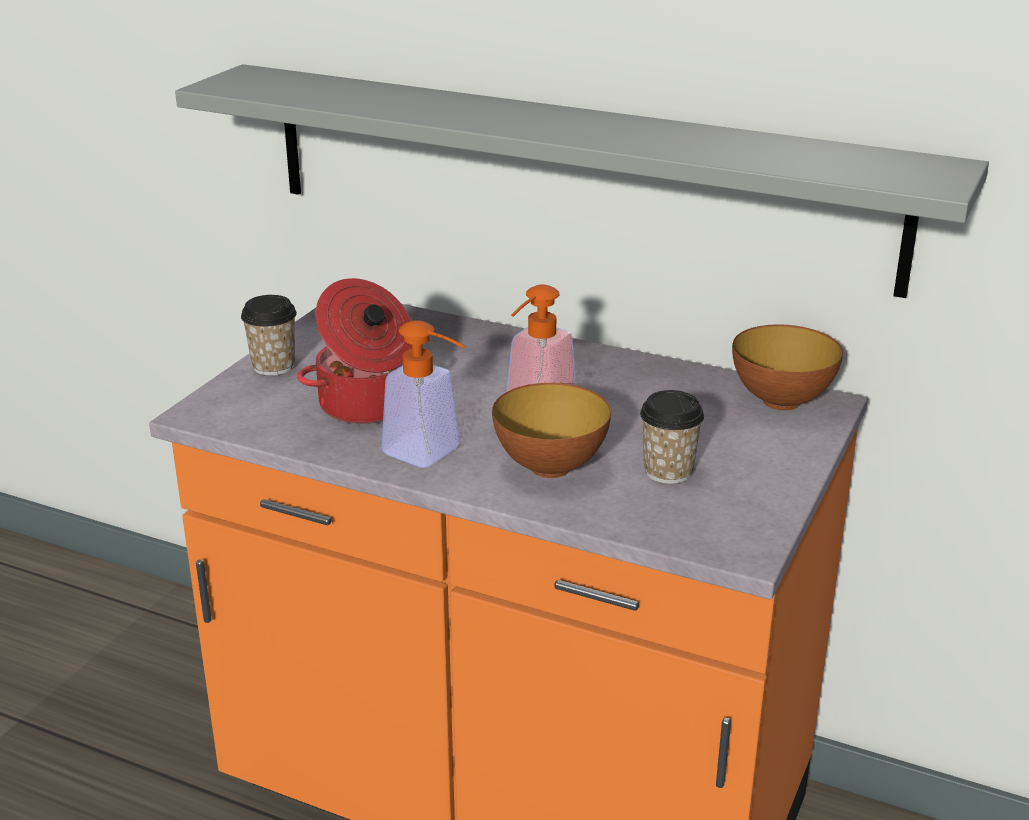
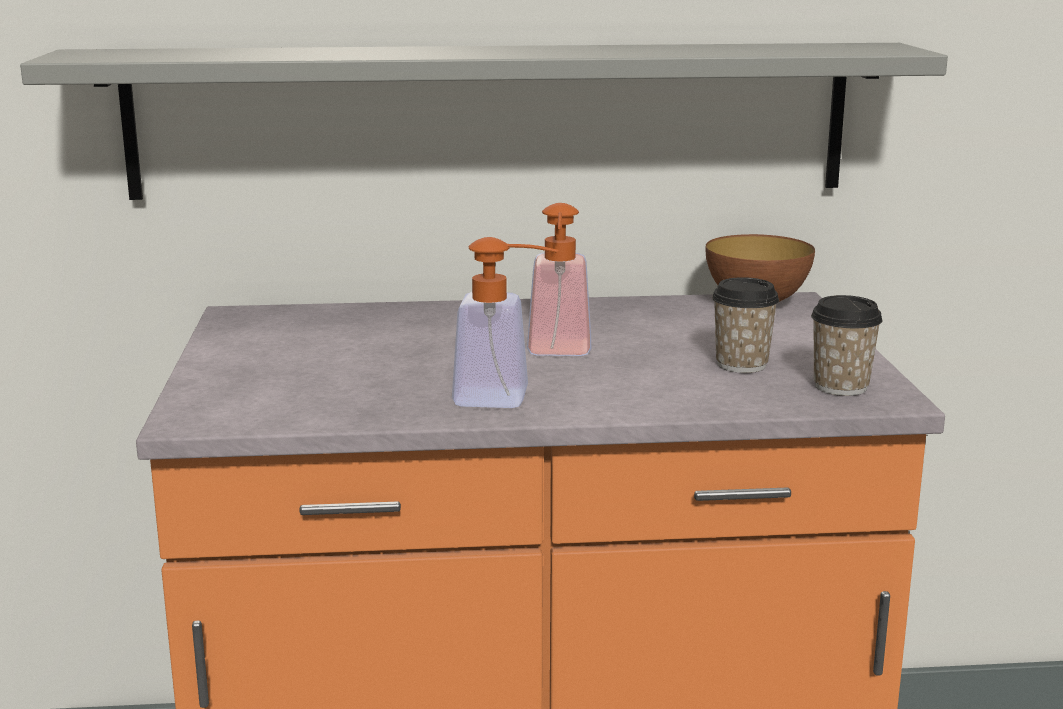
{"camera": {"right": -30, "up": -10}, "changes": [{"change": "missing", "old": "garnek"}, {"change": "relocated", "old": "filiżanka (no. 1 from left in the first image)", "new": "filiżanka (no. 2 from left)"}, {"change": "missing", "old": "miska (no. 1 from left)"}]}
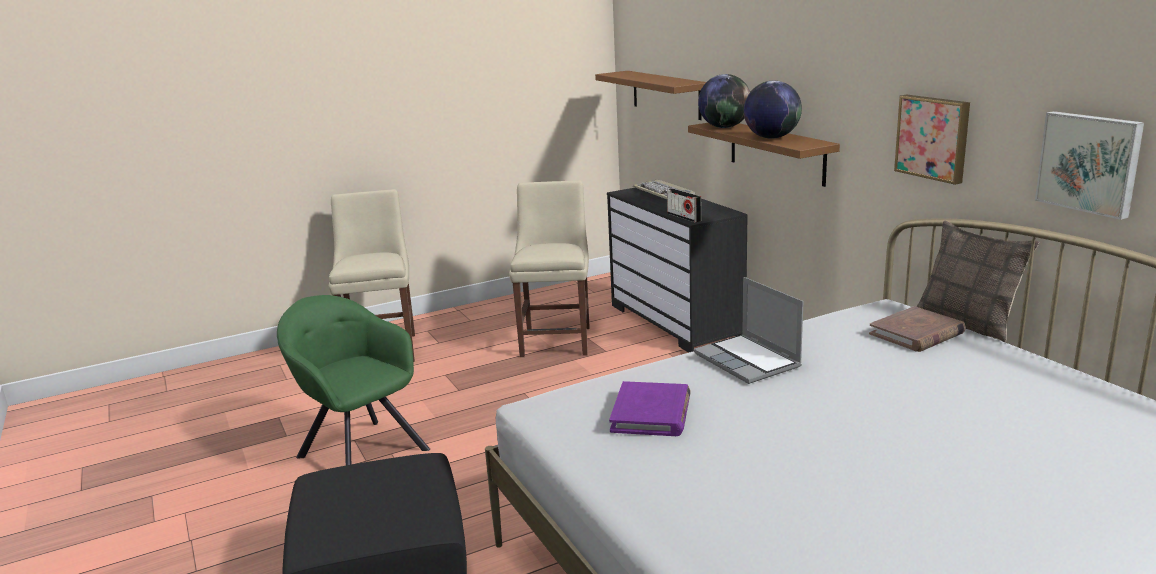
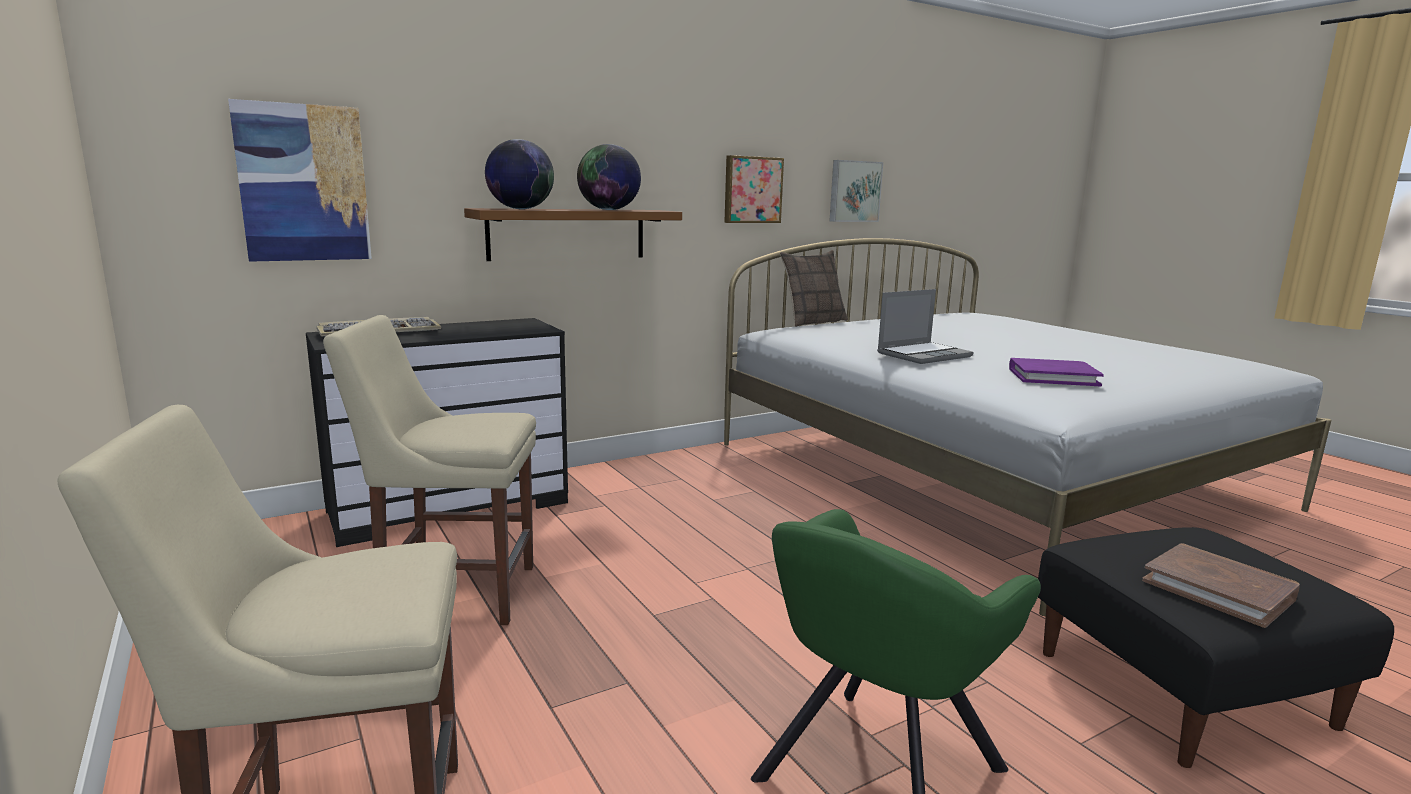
{"camera": {"right": -95, "up": -5}, "changes": [{"change": "exchanged", "old": "półka [brązowy] (no. 1 from left)", "new": "obraz (no. 1 from left)"}, {"change": "missing", "old": "radio"}, {"change": "relocated", "old": "książka [brązowy]"}]}
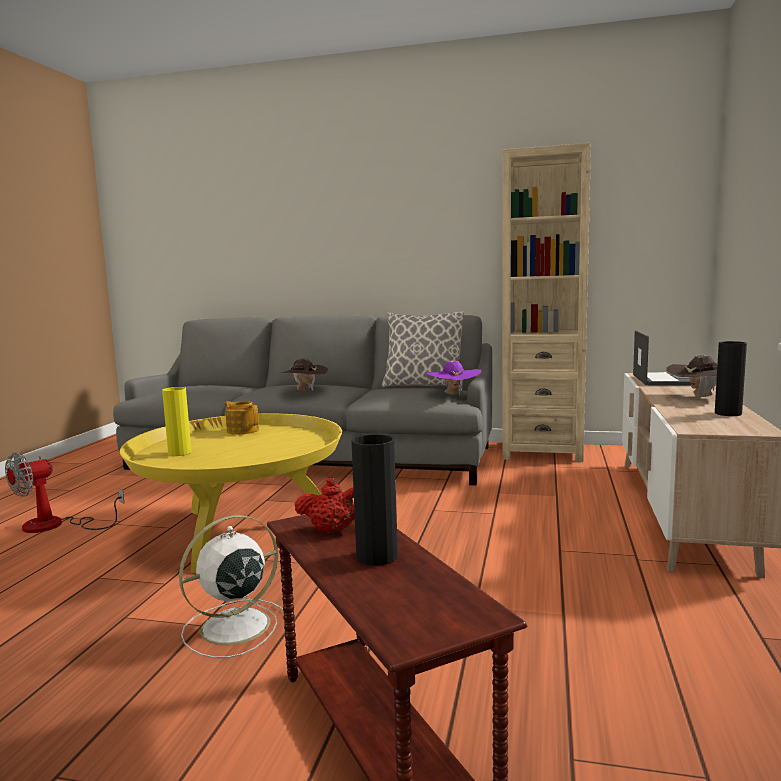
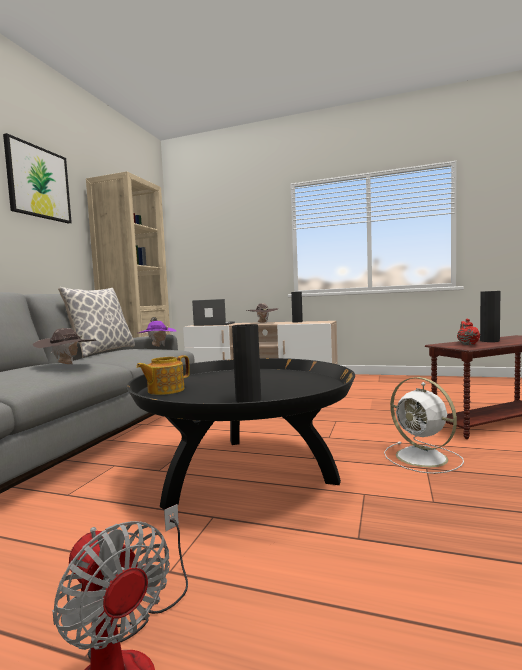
{"camera": {"right": -85, "up": -5}, "changes": [{"change": "colour", "old": "wazon [żółty]", "new": "wazon [czarny] (no. 1 from left)"}, {"change": "colour", "old": "ława [żółty]", "new": "ława [czarny]"}, {"change": "appeared", "new": "obraz"}]}
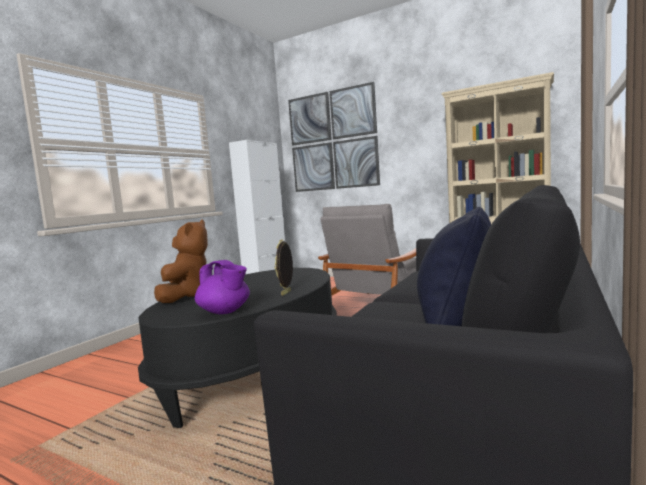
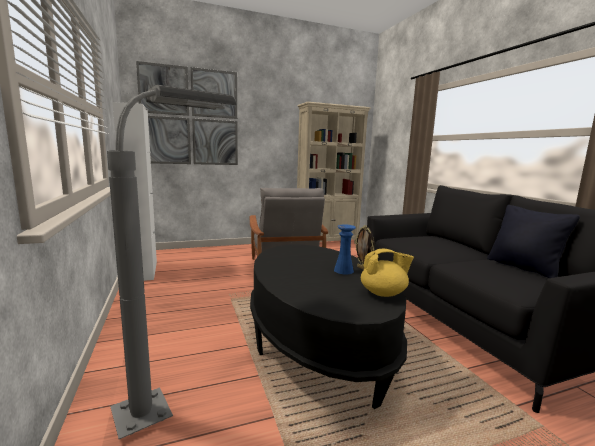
{"camera": {"right": -50, "up": 5}, "changes": [{"change": "missing", "old": "pluszak [brązowy]"}, {"change": "colour", "old": "imbryk [fioletowy]", "new": "imbryk [żółty]"}, {"change": "appeared", "new": "lampa stojąca [szary]"}, {"change": "appeared", "new": "wazon [niebieski]"}]}
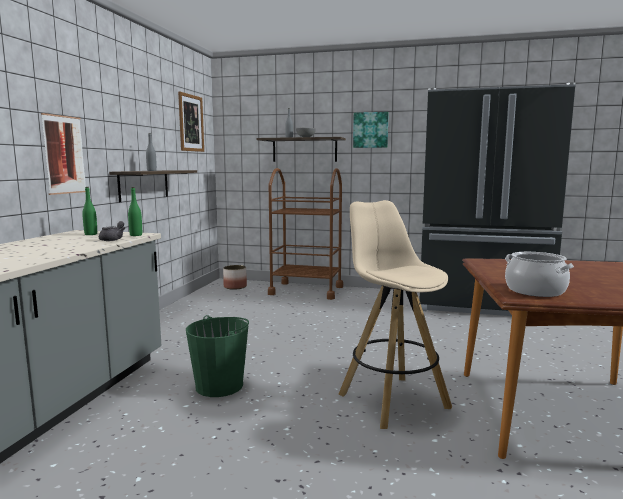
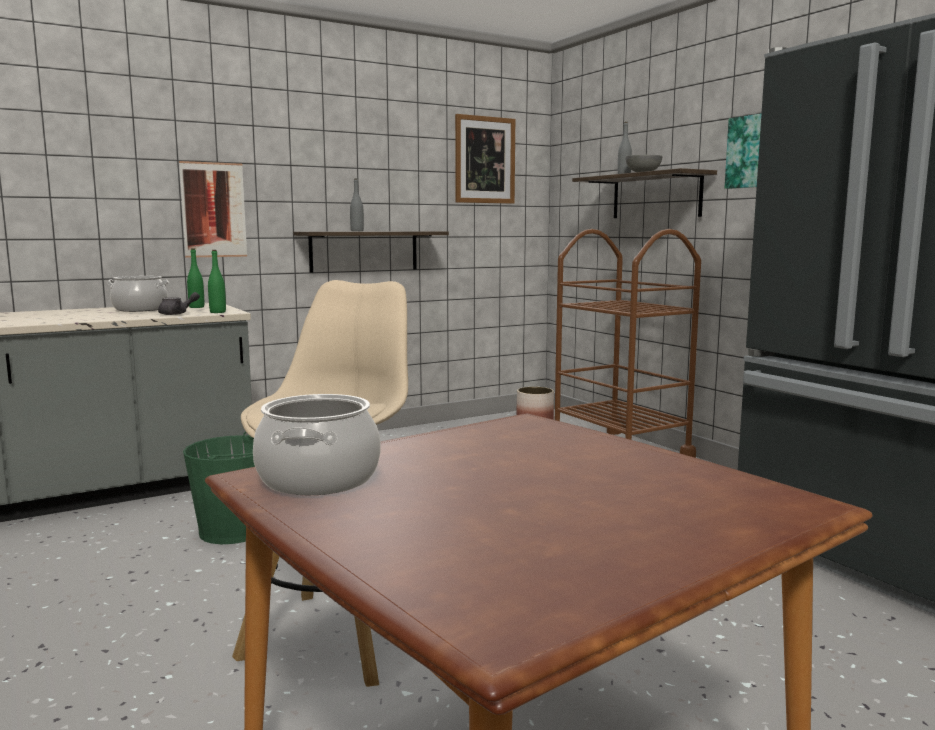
{"camera": {"right": 45, "up": 0}, "changes": [{"change": "appeared", "new": "garnek (no. 1 from left)"}]}
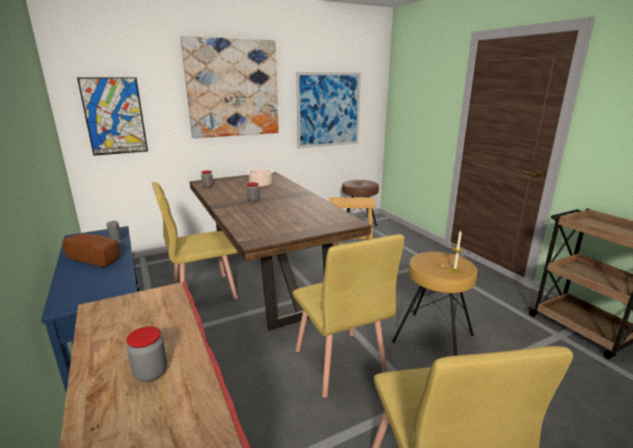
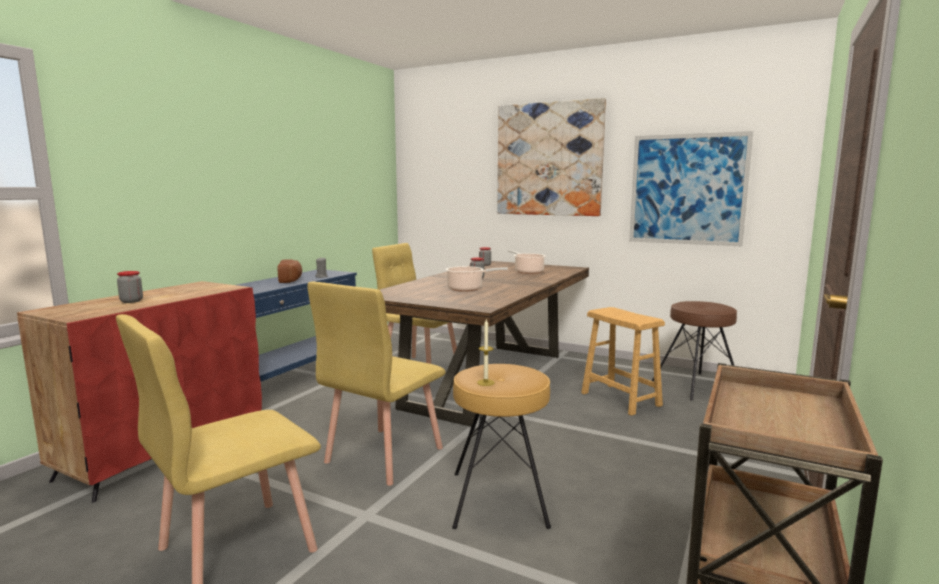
{"camera": {"right": 55, "up": -10}, "changes": [{"change": "missing", "old": "obraz (no. 1 from left)"}, {"change": "appeared", "new": "garnek (no. 1 from left)"}]}
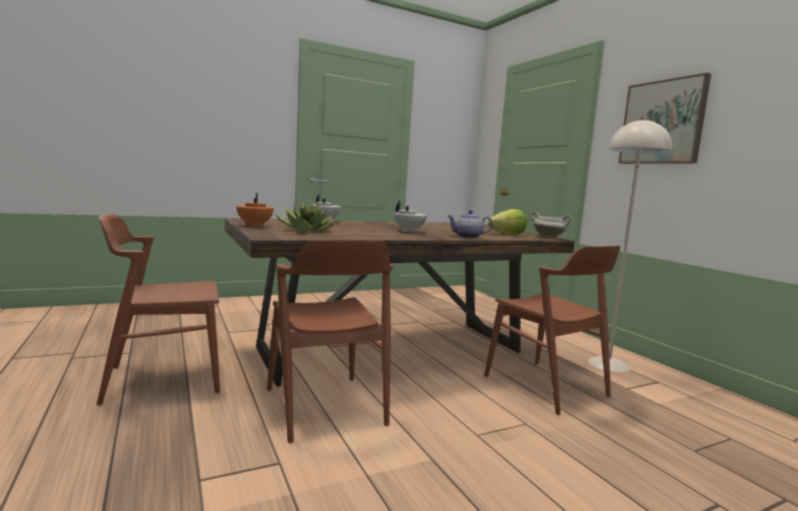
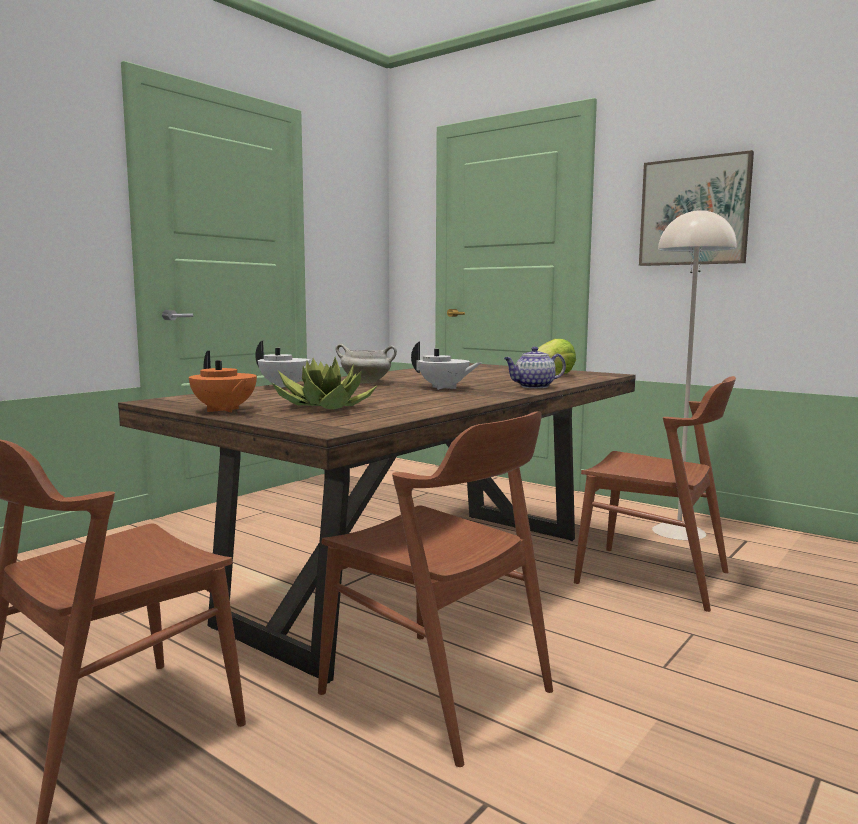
{"camera": {"right": -25, "up": 0}, "changes": [{"change": "relocated", "old": "garnek [biały]"}]}
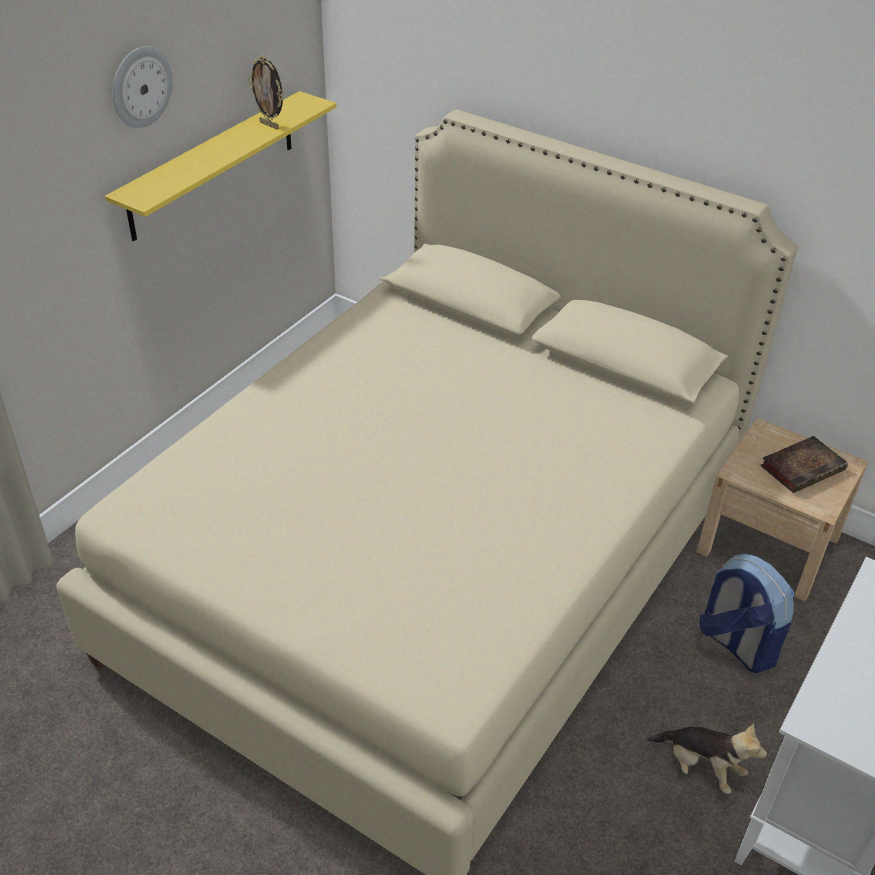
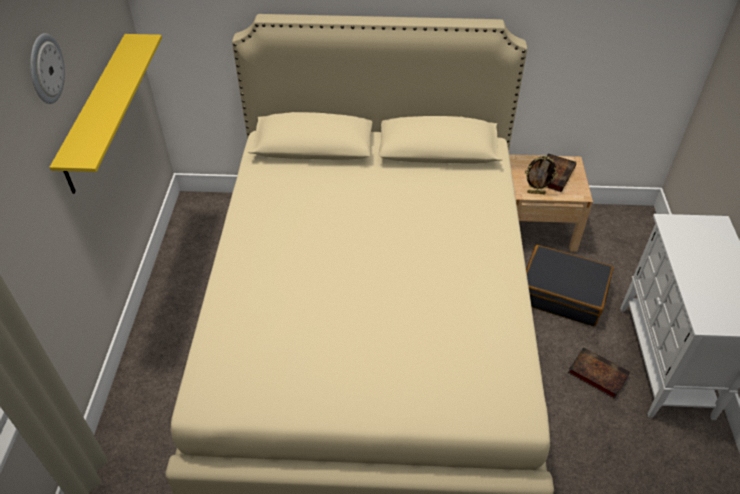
{"camera": {"right": -30, "up": 5}, "changes": [{"change": "relocated", "old": "ramka na zdjęcie"}, {"change": "exchanged", "old": "plecak", "new": "walizka [czarny]"}, {"change": "exchanged", "old": "pluszak", "new": "książka (no. 2 from left)"}]}
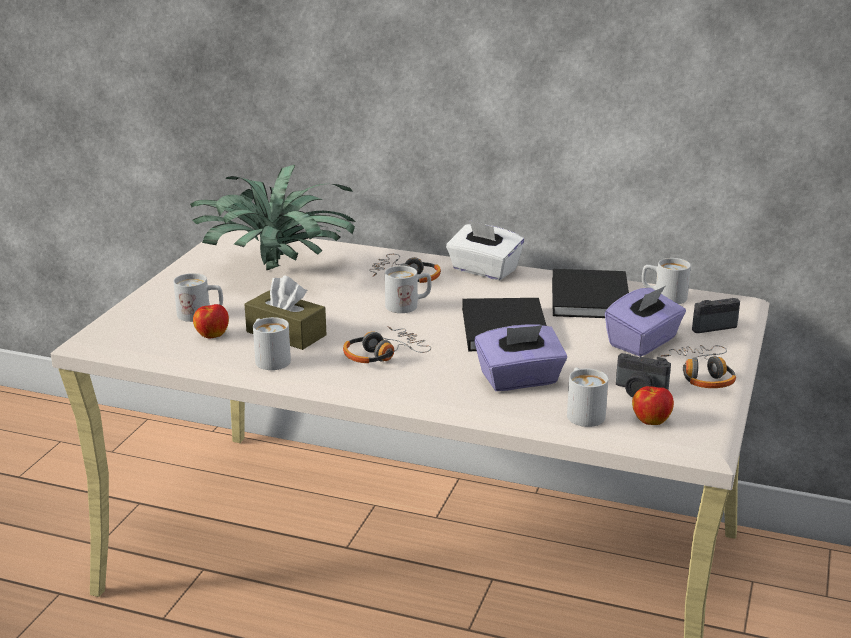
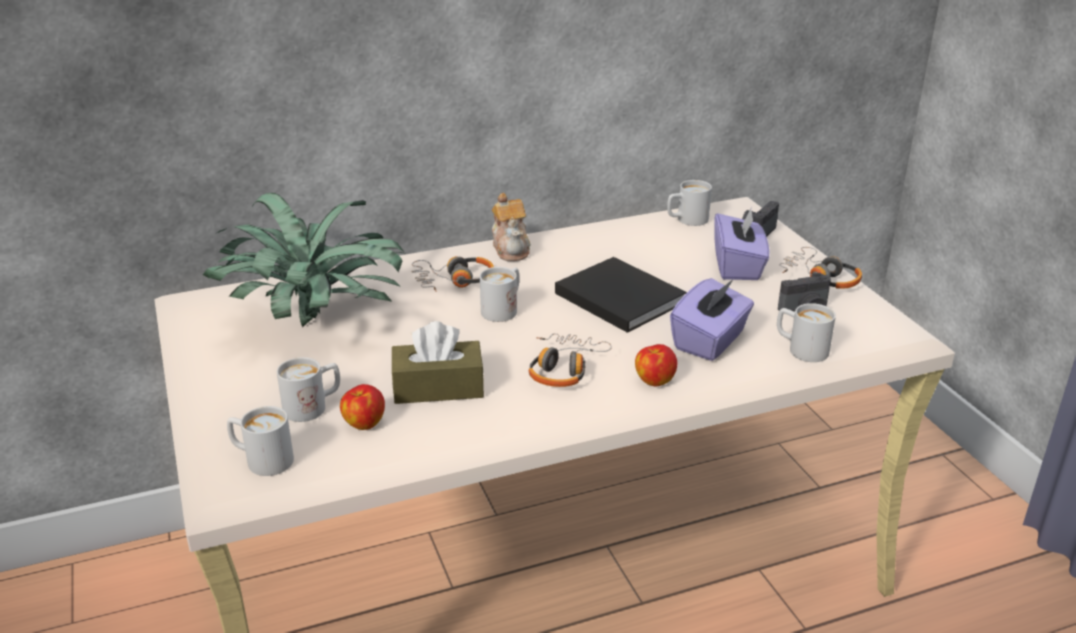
{"camera": {"right": -40, "up": 5}, "changes": [{"change": "exchanged", "old": "pudełko chusteczek [biały]", "new": "imbryk"}, {"change": "missing", "old": "książka [czarny] (no. 2 from left)"}, {"change": "relocated", "old": "kubek [biały] (no. 2 from left in the first image)", "new": "kubek [biały] (no. 1 from left)"}, {"change": "relocated", "old": "jabłko (no. 2 from left)"}]}
